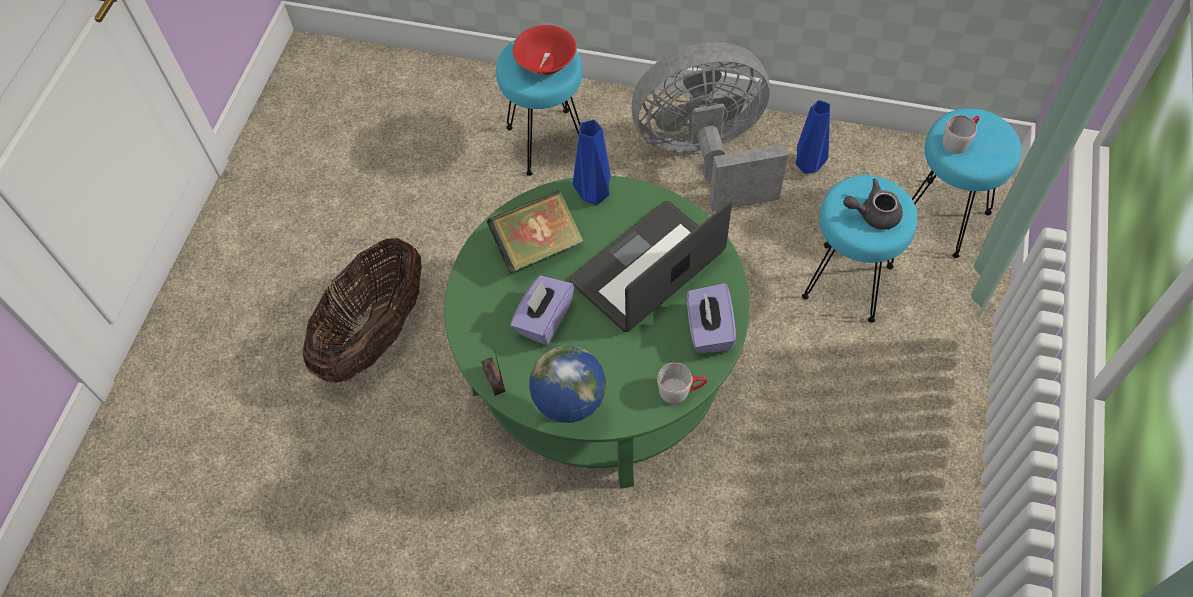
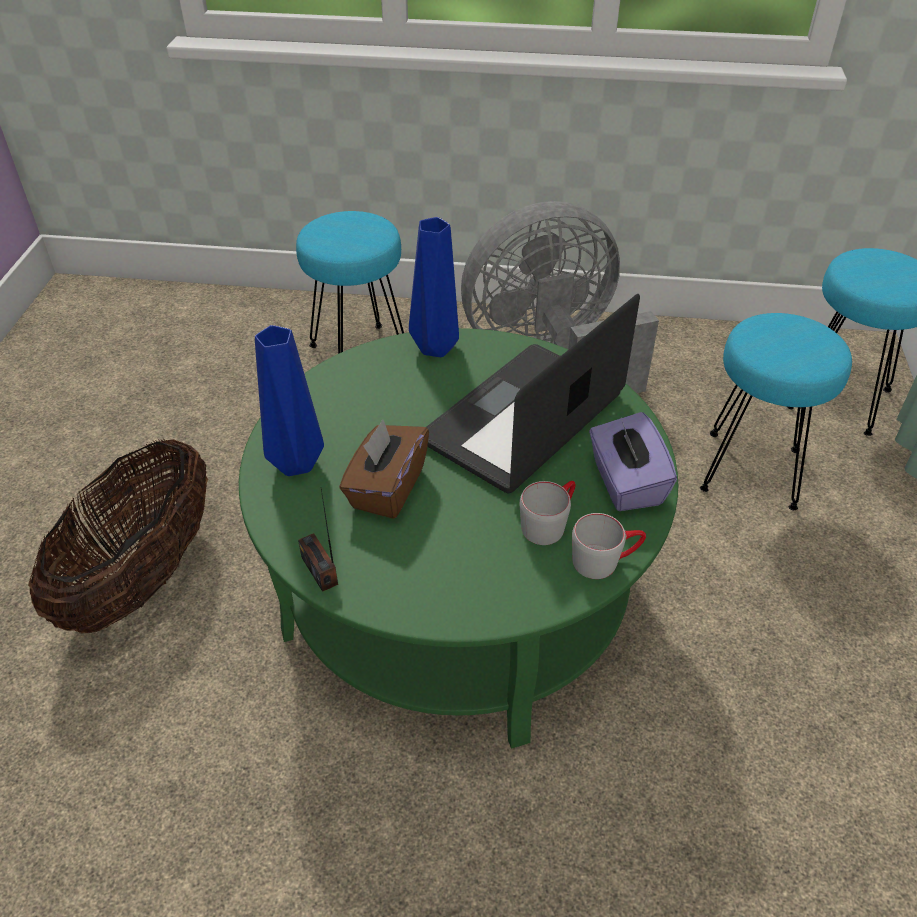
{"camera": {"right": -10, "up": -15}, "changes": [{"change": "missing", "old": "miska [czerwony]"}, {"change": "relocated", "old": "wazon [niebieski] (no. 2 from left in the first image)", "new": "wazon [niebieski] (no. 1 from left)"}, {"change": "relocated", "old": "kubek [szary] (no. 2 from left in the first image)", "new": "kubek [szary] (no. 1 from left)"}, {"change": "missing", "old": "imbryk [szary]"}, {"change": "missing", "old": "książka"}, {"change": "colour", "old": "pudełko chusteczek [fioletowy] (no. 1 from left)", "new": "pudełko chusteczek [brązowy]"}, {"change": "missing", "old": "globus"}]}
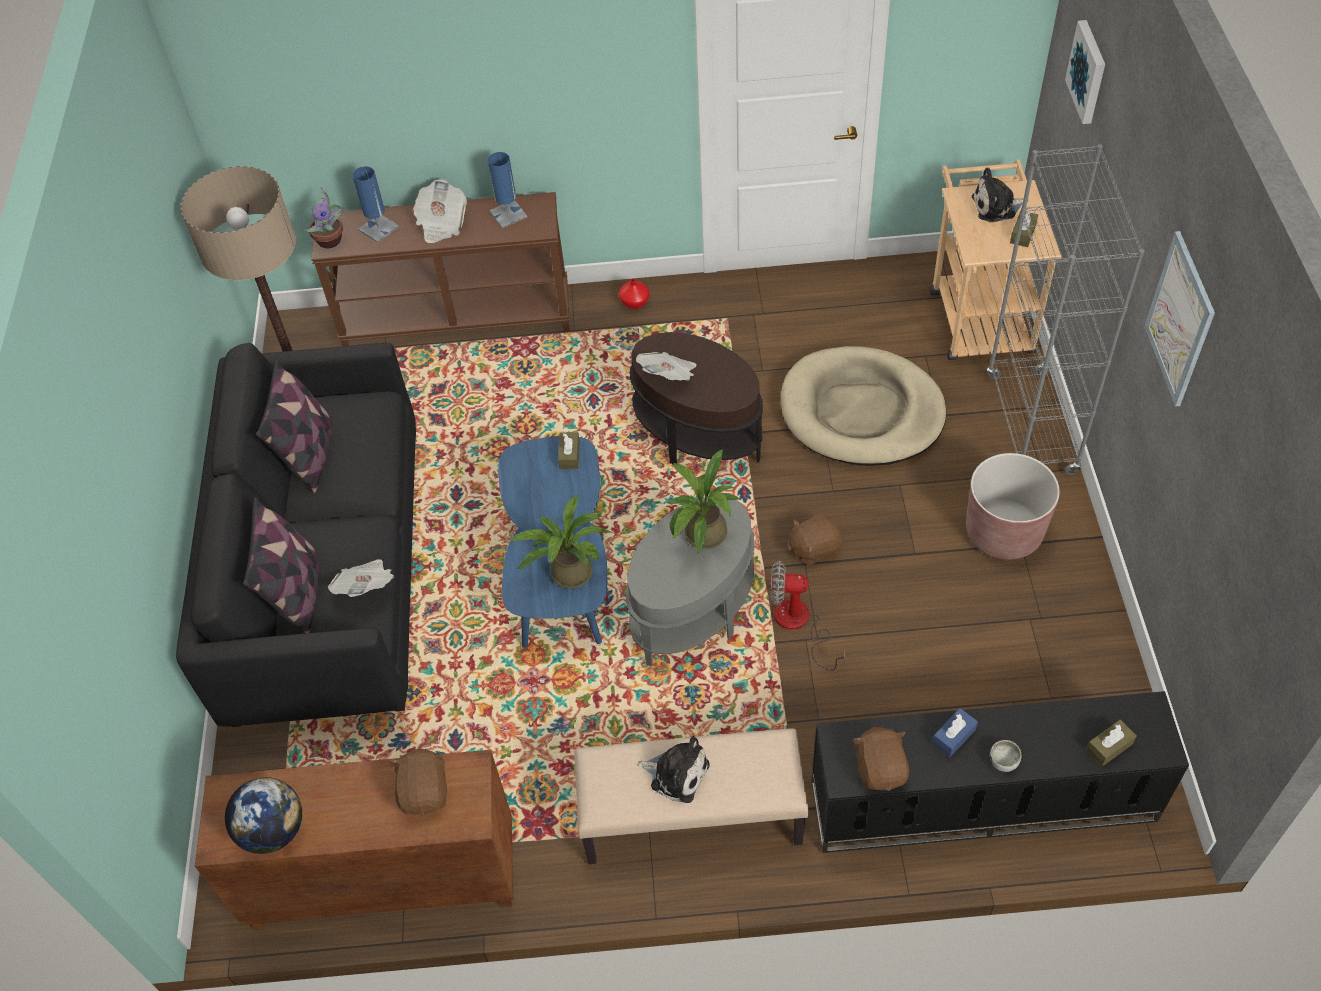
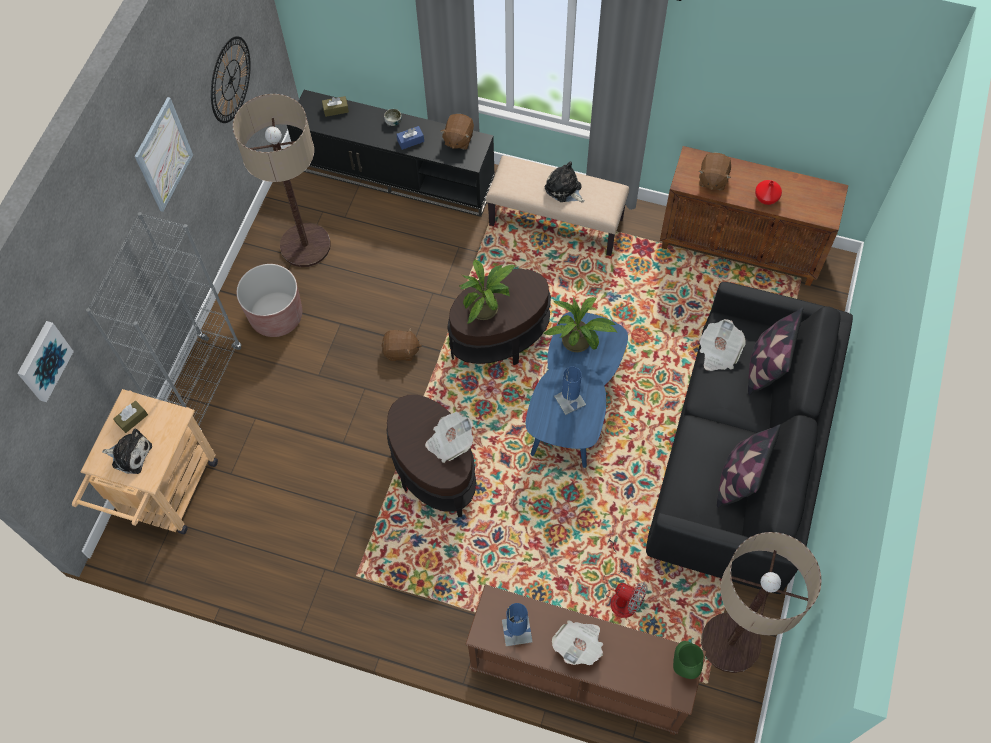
{"camera": {"right": -160, "up": 10}, "changes": [{"change": "relocated", "old": "lampa stołowa [niebieski] (no. 1 from left in the first image)", "new": "lampa stołowa [niebieski] (no. 2 from left)"}, {"change": "exchanged", "old": "roślina doniczkowa (no. 1 from left)", "new": "wazon [zielony]"}, {"change": "relocated", "old": "wazon [czerwony]"}, {"change": "missing", "old": "legowisko [beżowy]"}, {"change": "missing", "old": "pudełko chusteczek [brązowy] (no. 1 from left)"}, {"change": "colour", "old": "stolik [szary]", "new": "stolik [brązowy] (no. 2 from left)"}, {"change": "relocated", "old": "wentylator"}, {"change": "missing", "old": "globus"}, {"change": "appeared", "new": "zegar ścienny"}, {"change": "appeared", "new": "lampa stojąca (no. 1 from left)"}]}
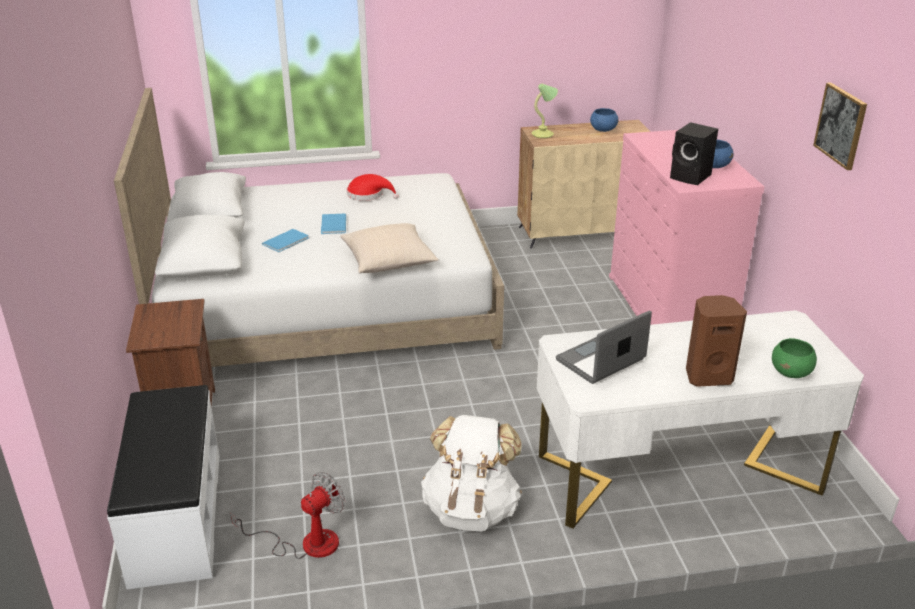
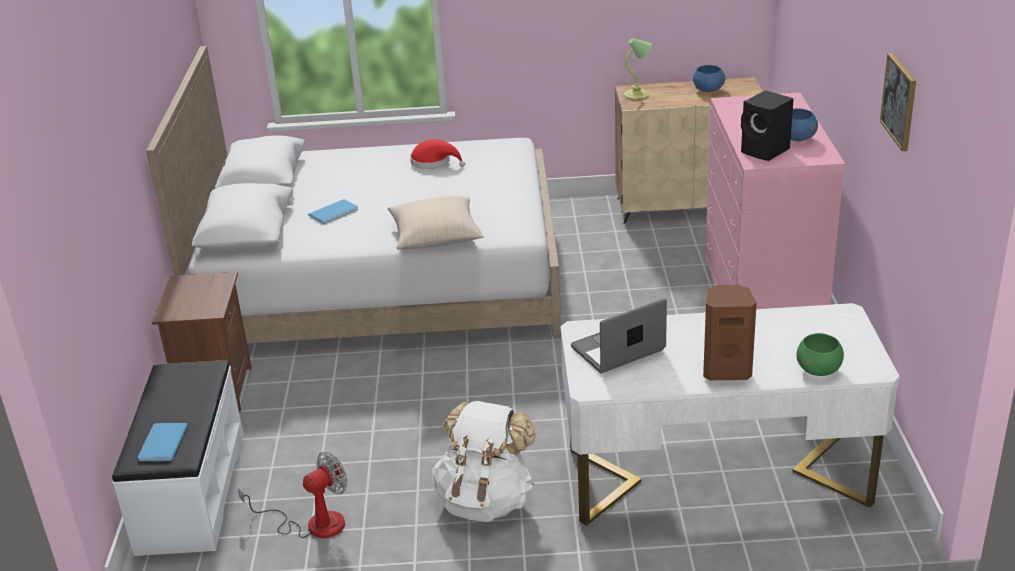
{"camera": {"right": 10, "up": 0}, "changes": [{"change": "relocated", "old": "książka [niebieski] (no. 2 from left in the first image)", "new": "książka [niebieski] (no. 1 from left)"}]}
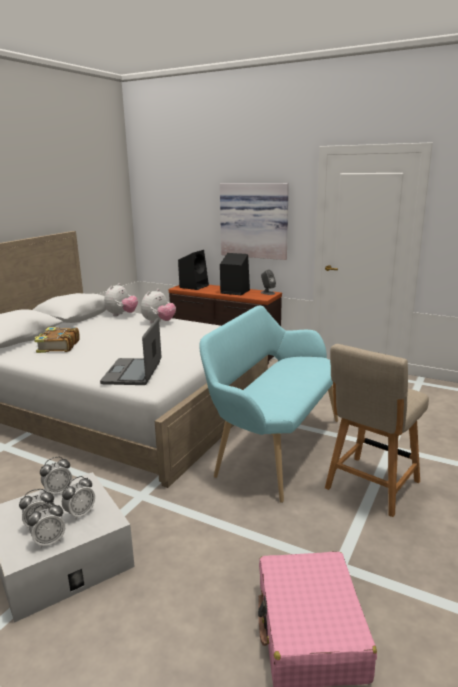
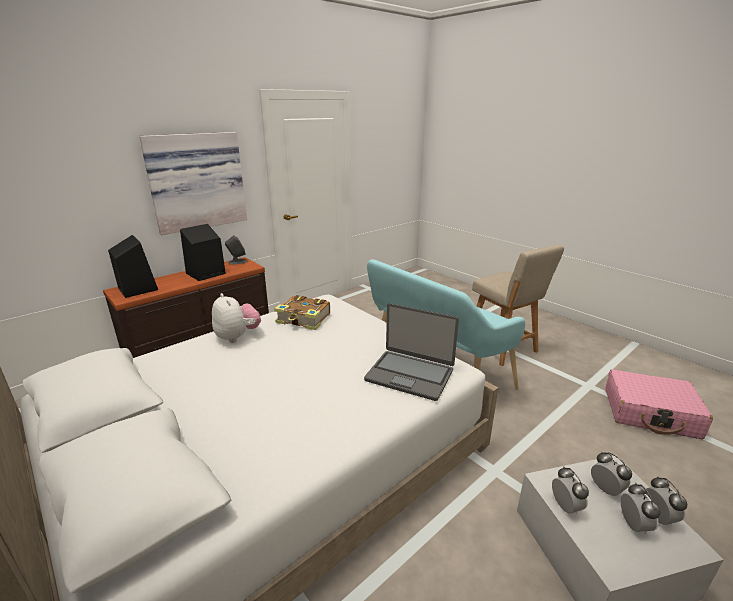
{"camera": {"right": -70, "up": 5}, "changes": [{"change": "missing", "old": "pluszak (no. 1 from left)"}, {"change": "relocated", "old": "książka"}]}
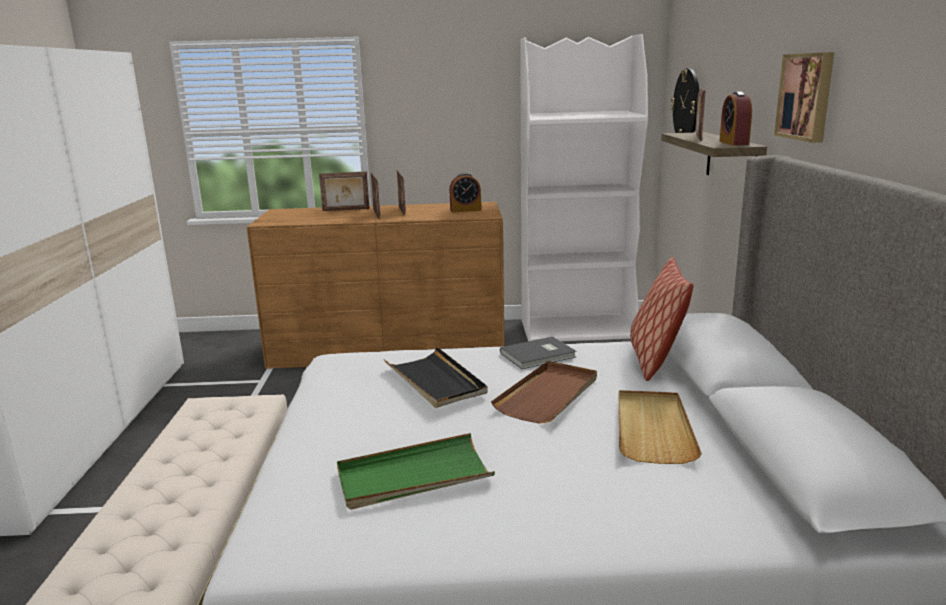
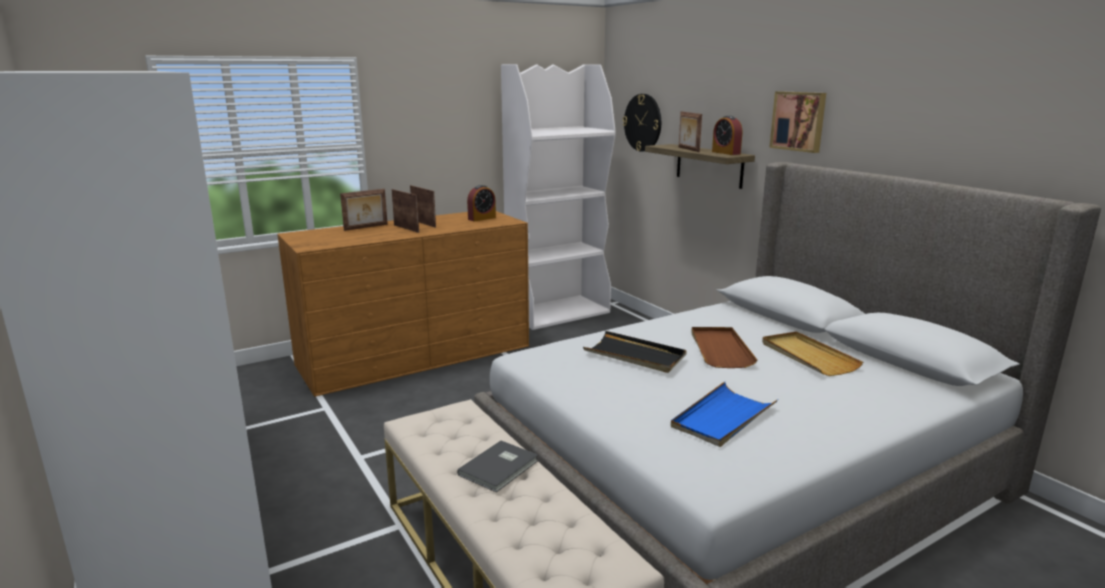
{"camera": {"right": -30, "up": 0}, "changes": [{"change": "missing", "old": "poduszka"}, {"change": "relocated", "old": "książka [szary]"}, {"change": "colour", "old": "taca [zielony]", "new": "taca [niebieski]"}]}
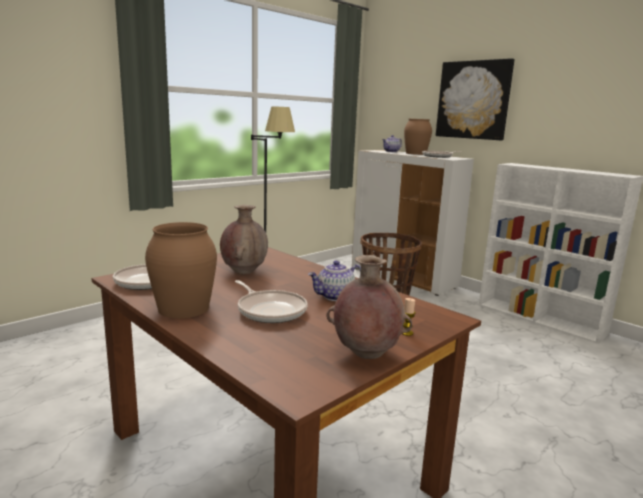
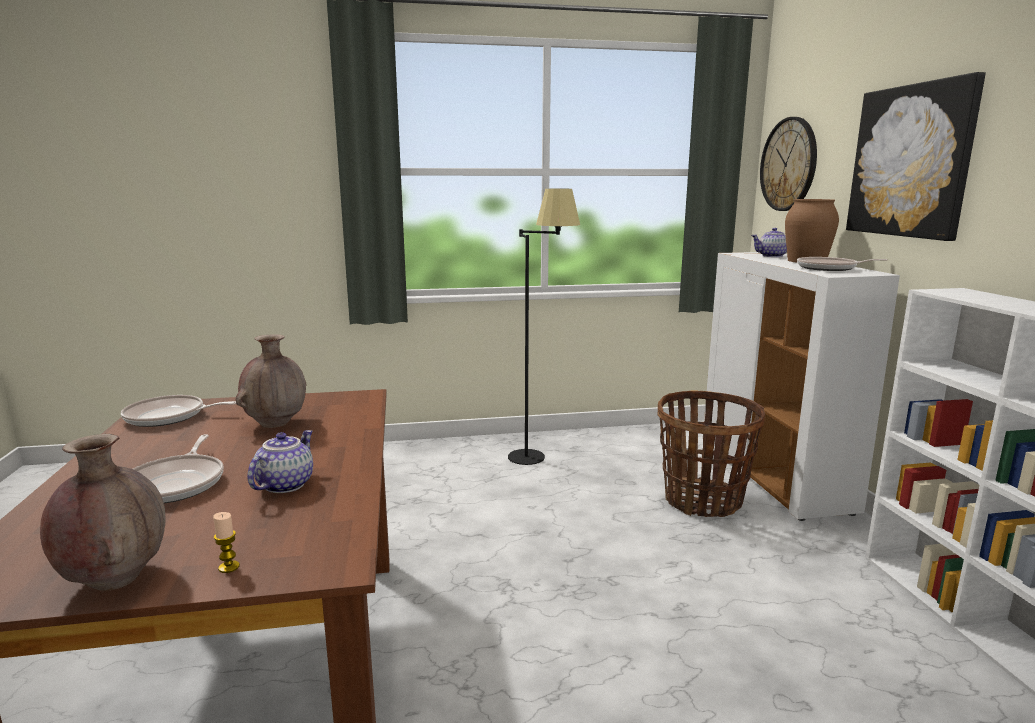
{"camera": {"right": 35, "up": 0}, "changes": [{"change": "missing", "old": "wazon [brązowy] (no. 1 from left)"}, {"change": "spun", "old": "imbryk (no. 1 from left)", "degrees": 105}, {"change": "appeared", "new": "zegar ścienny"}]}
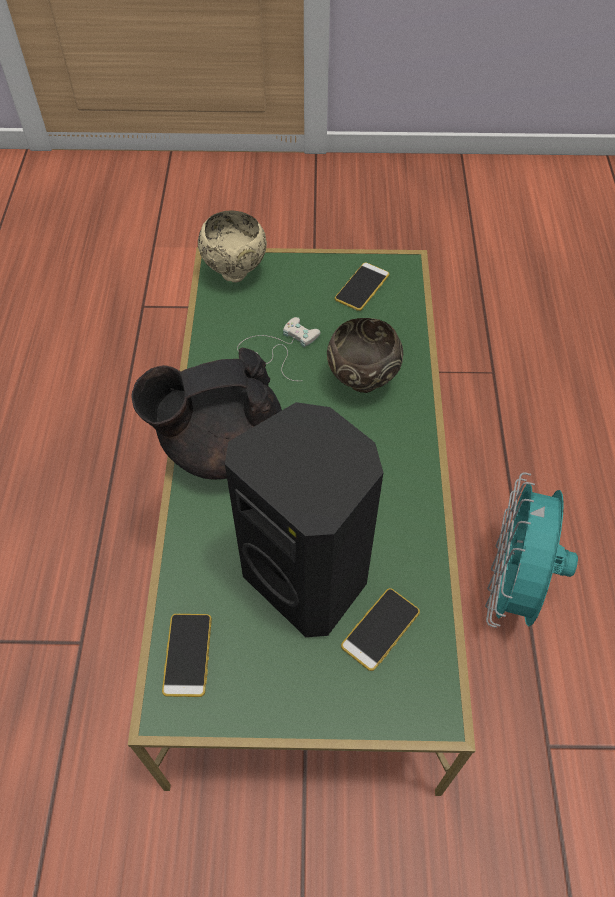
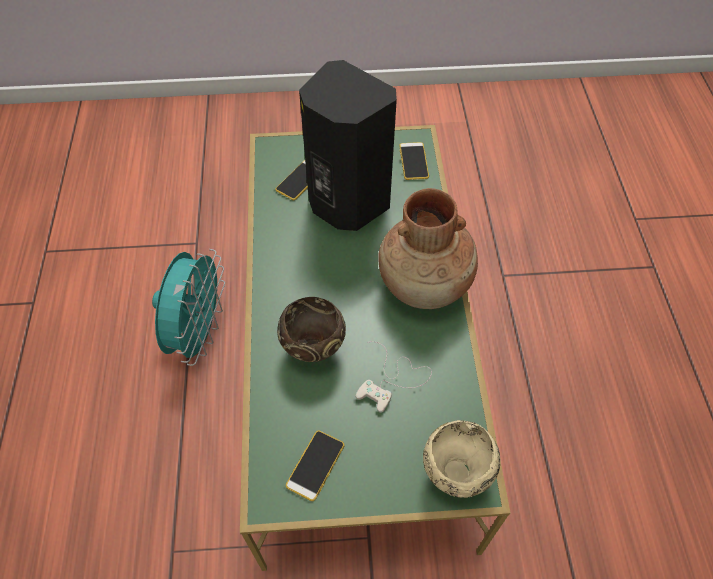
{"camera": {"right": 175, "up": 0}, "changes": [{"change": "exchanged", "old": "imbryk [czarny]", "new": "wazon [brązowy]"}]}
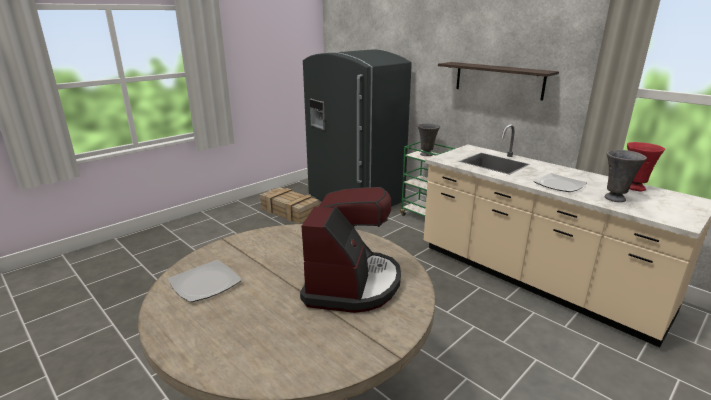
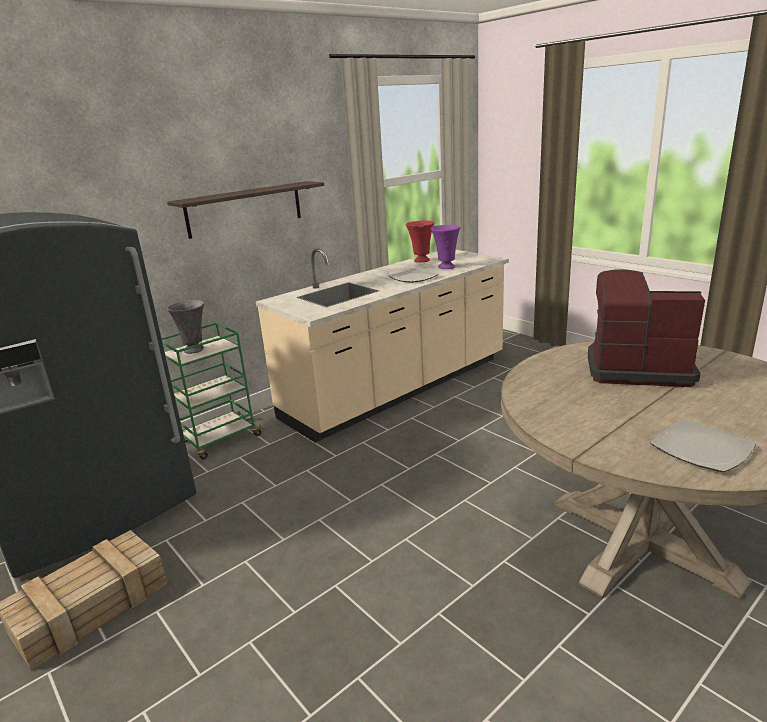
{"camera": {"right": -85, "up": 0}, "changes": [{"change": "colour", "old": "wazon [szary] (no. 2 from left)", "new": "wazon [fioletowy]"}]}
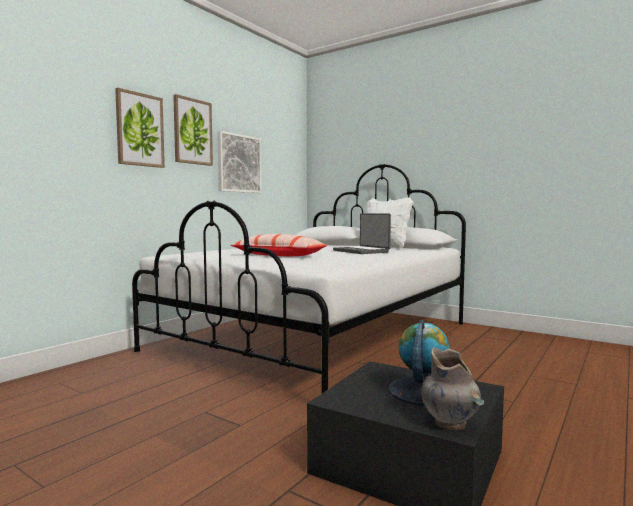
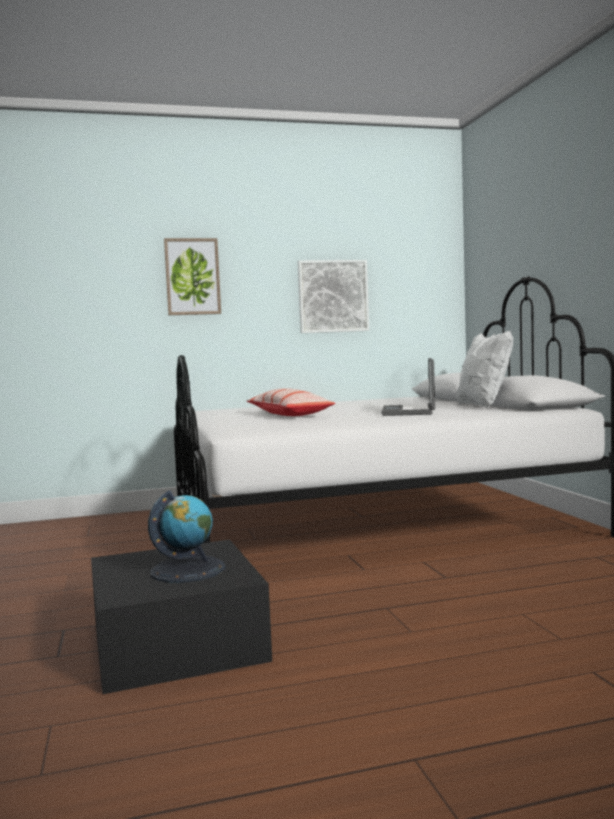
{"camera": {"right": 40, "up": 0}, "changes": [{"change": "missing", "old": "obraz (no. 2 from left)"}, {"change": "missing", "old": "wazon [szary]"}]}
